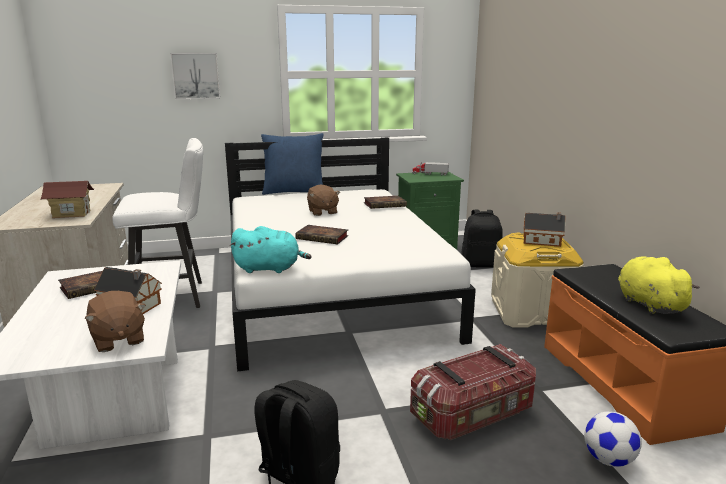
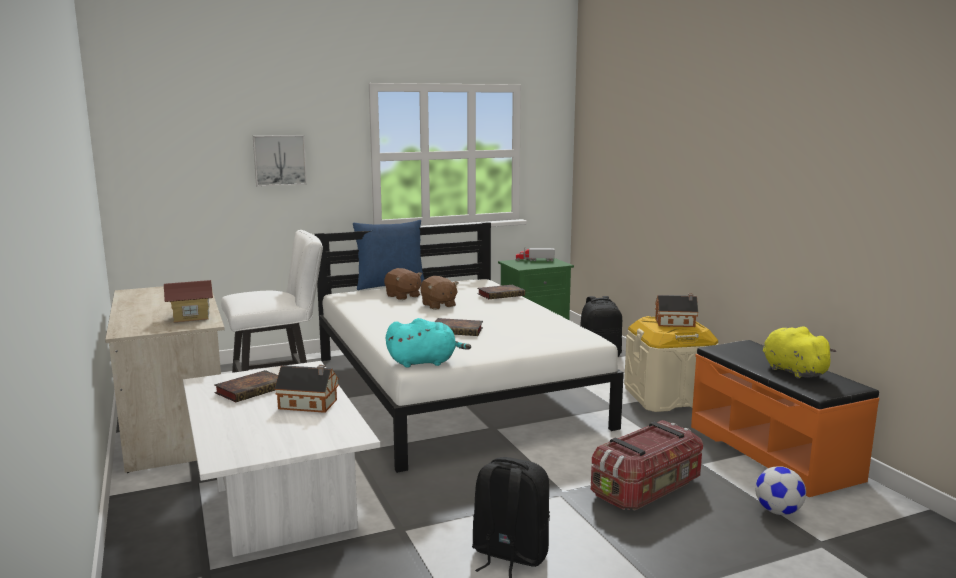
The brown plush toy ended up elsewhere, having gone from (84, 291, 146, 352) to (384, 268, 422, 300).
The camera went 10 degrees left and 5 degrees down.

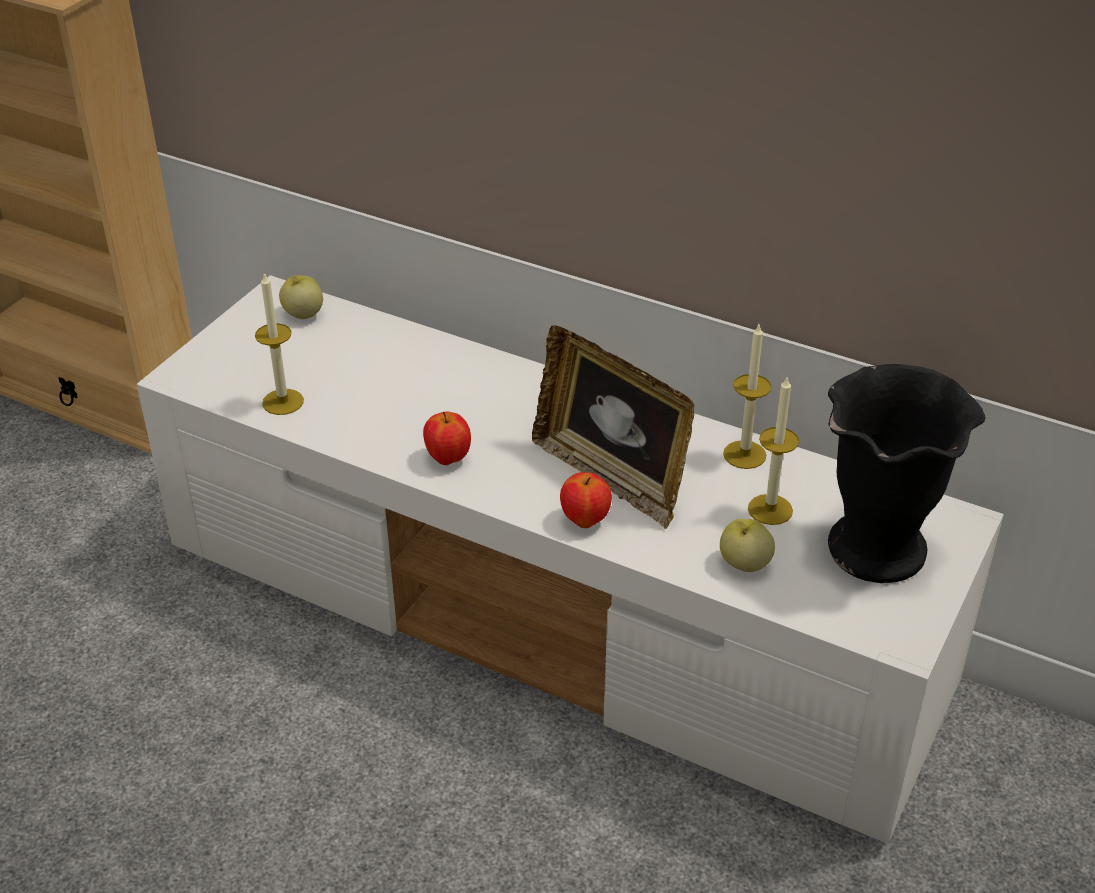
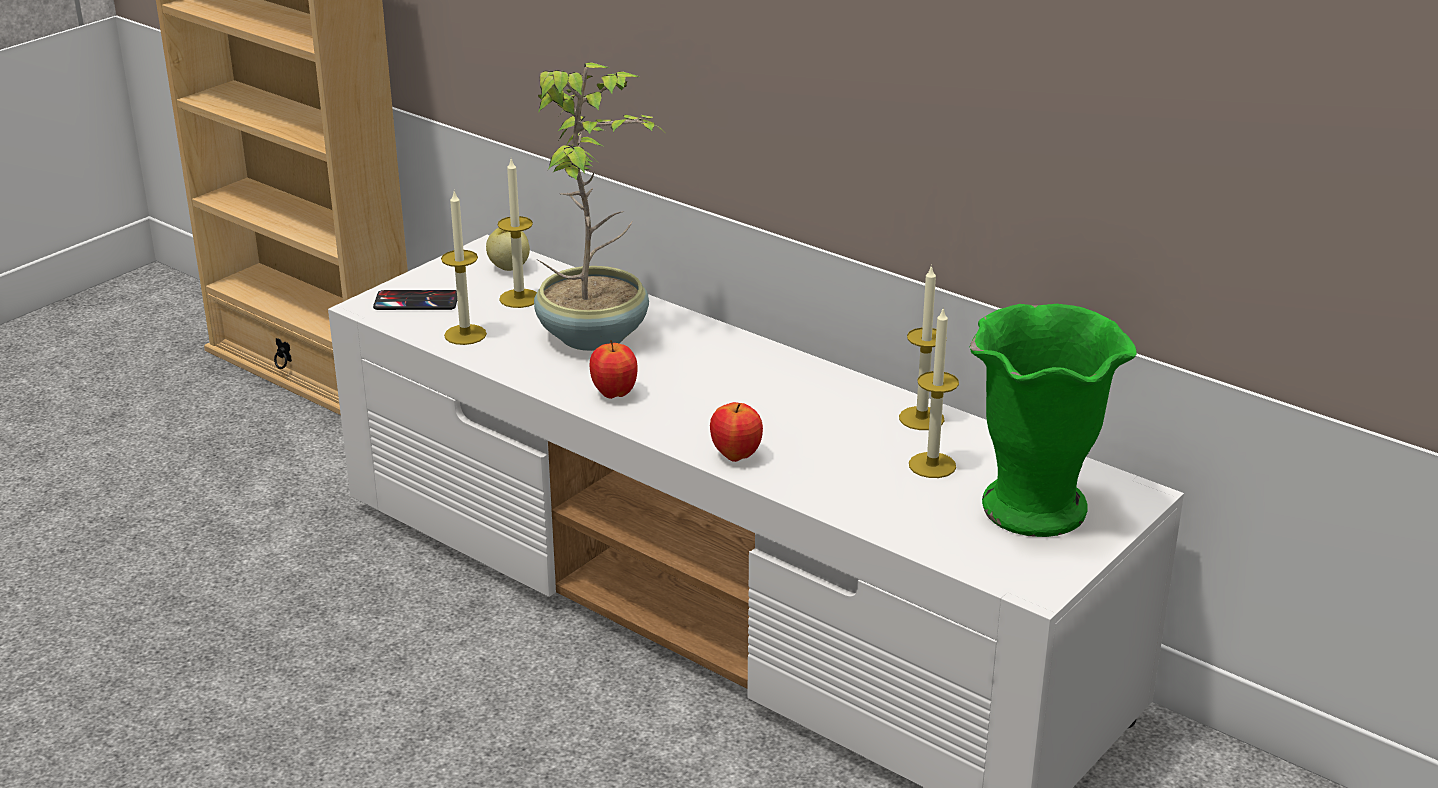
The second view gained the phone at (373, 290, 457, 310).
The second view gained the candle at (497, 159, 537, 308).
The second view gained the potted plant at (534, 62, 663, 351).
What was the black vase at (828, 364, 986, 583) turned into the green vase at (970, 304, 1136, 537).
The second view lost the picture frame at (532, 325, 694, 529).
The second view lost the apple at (720, 519, 775, 572).
The camera went 10 degrees right and 10 degrees down.

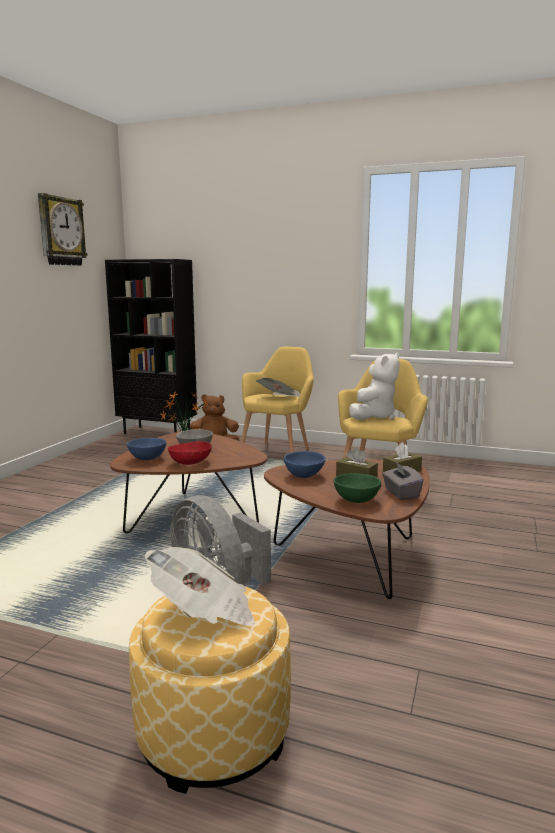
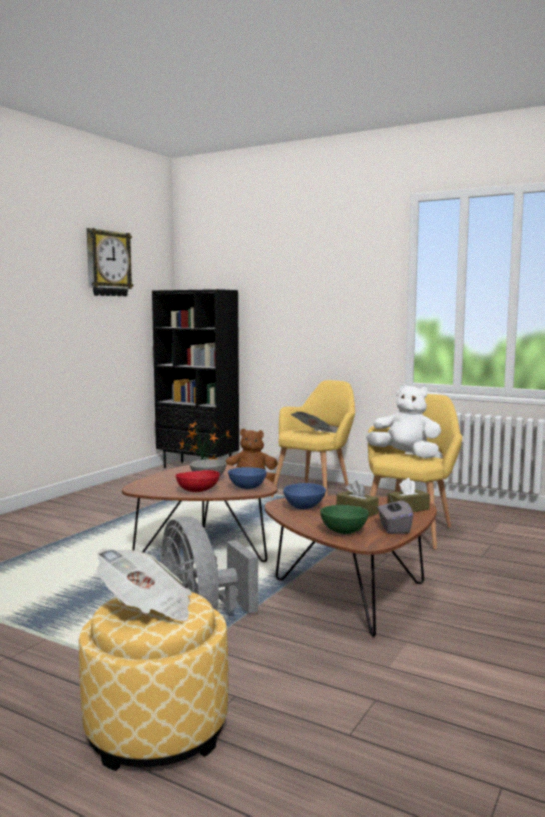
The blue bowl ended up elsewhere, having gone from (127, 438, 166, 460) to (228, 467, 267, 489).
The white plush toy at (349, 353, 400, 420) ended up facing another way, 105 degrees counterclockwise from before.
The camera went 10 degrees right and 5 degrees down.

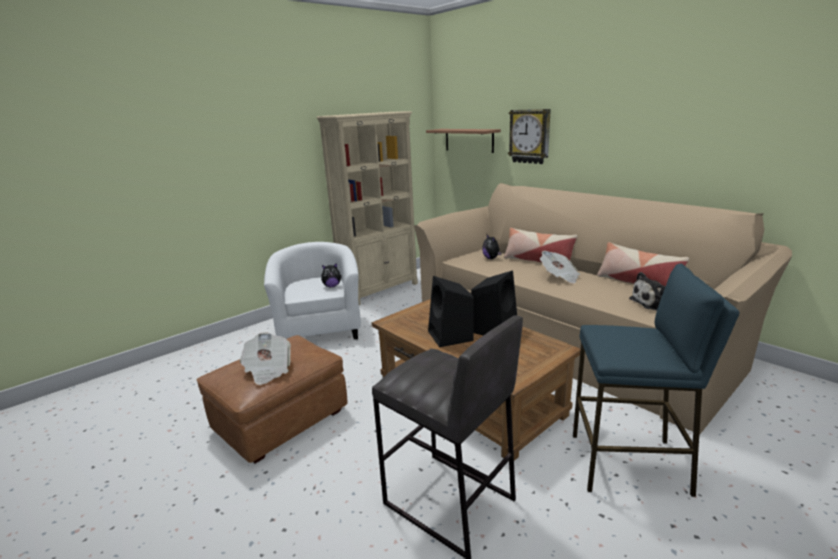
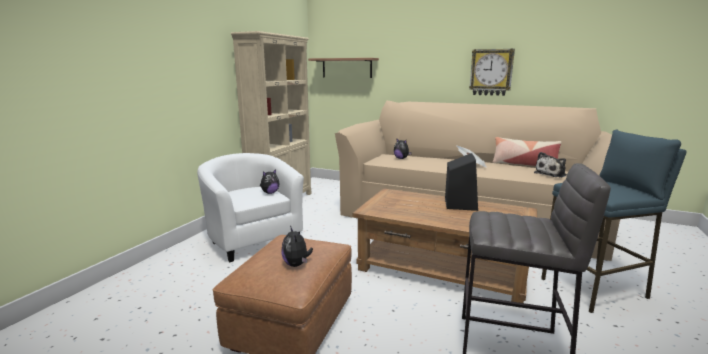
Where the newspaper stood at (240, 332, 291, 385), the plush toy came to stand at (282, 226, 313, 267).
The wall clock ended up elsewhere, having gone from (508, 109, 551, 164) to (469, 49, 515, 96).
The second view lost the black speaker at (428, 276, 474, 347).
The second view lost the pillow at (504, 228, 577, 263).
The camera went 25 degrees left and 5 degrees down.

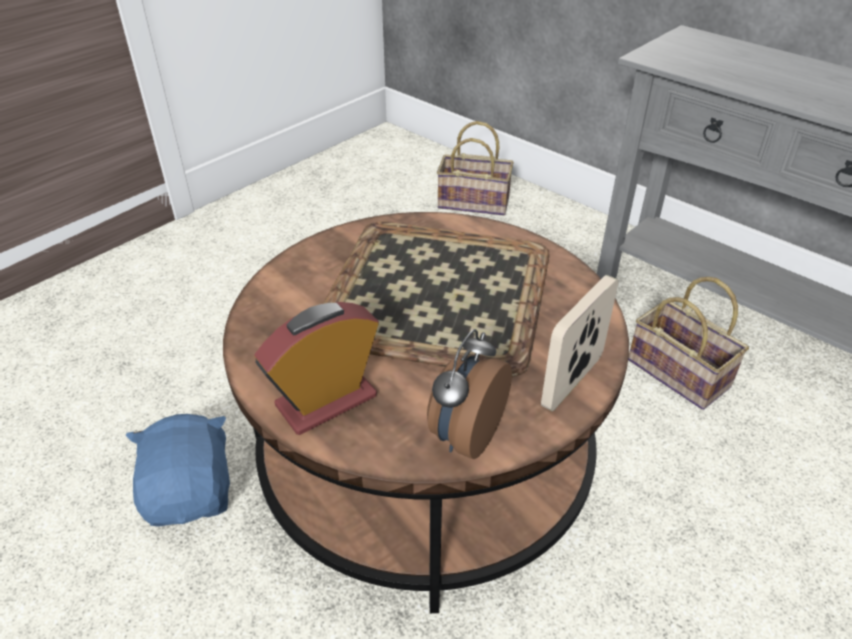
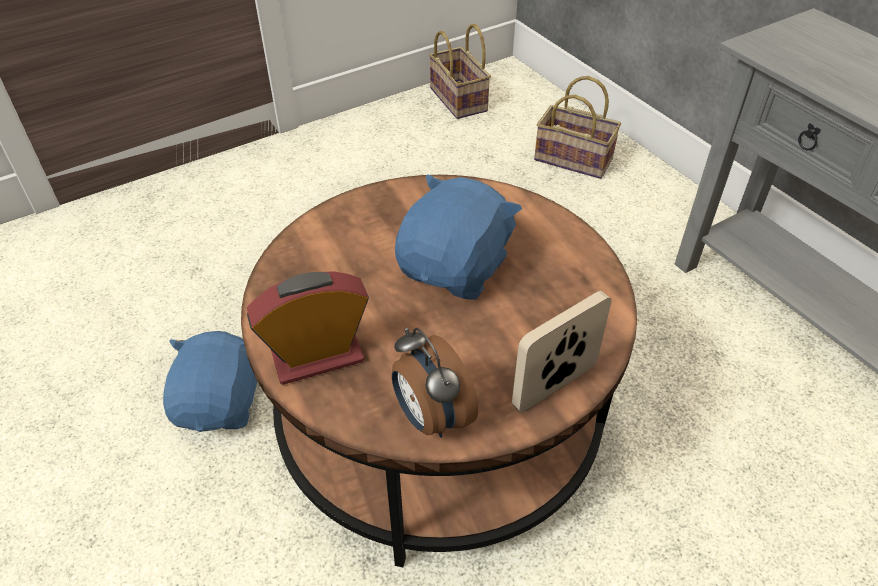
The alarm clock at (427, 329, 512, 459) ended up facing another way, 75 degrees counterclockwise from before.
Where the tray stood at (323, 221, 550, 377), the blue plush toy came to stand at (395, 174, 522, 300).
The basket ended up elsewhere, having gone from (628, 277, 749, 410) to (429, 24, 491, 119).
The camera went 15 degrees right and 5 degrees up.

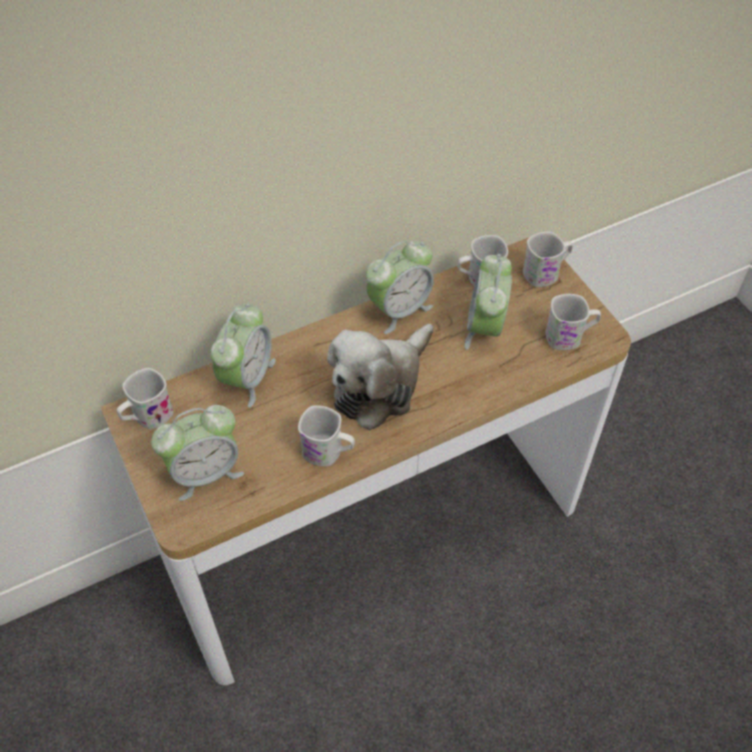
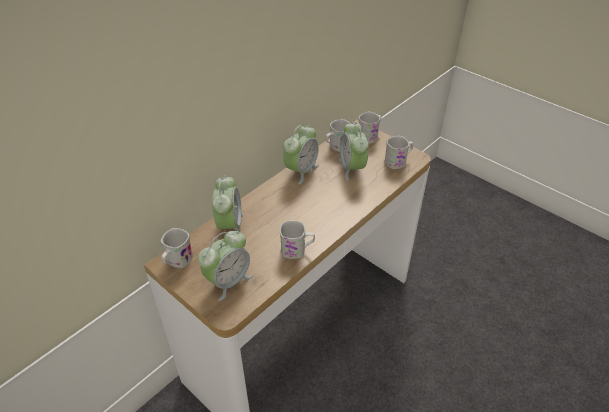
The second view lost the plush toy at (327, 324, 434, 430).
The camera went 20 degrees left and 10 degrees down.

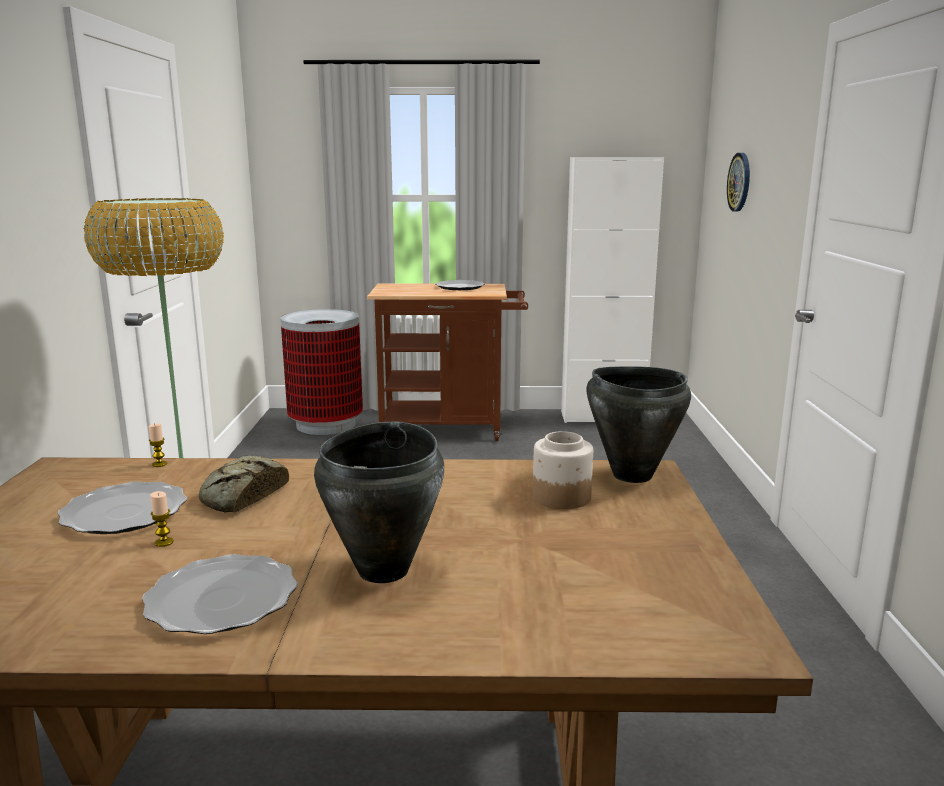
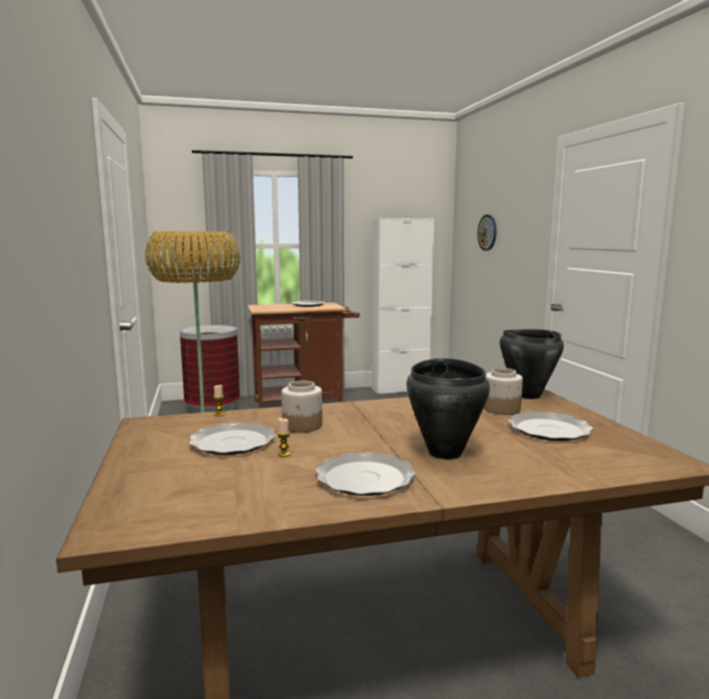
Where the bread stood at (199, 455, 289, 513), the jar came to stand at (281, 381, 322, 433).
The second view gained the plate at (508, 412, 593, 441).
The camera went 15 degrees left and 5 degrees down.

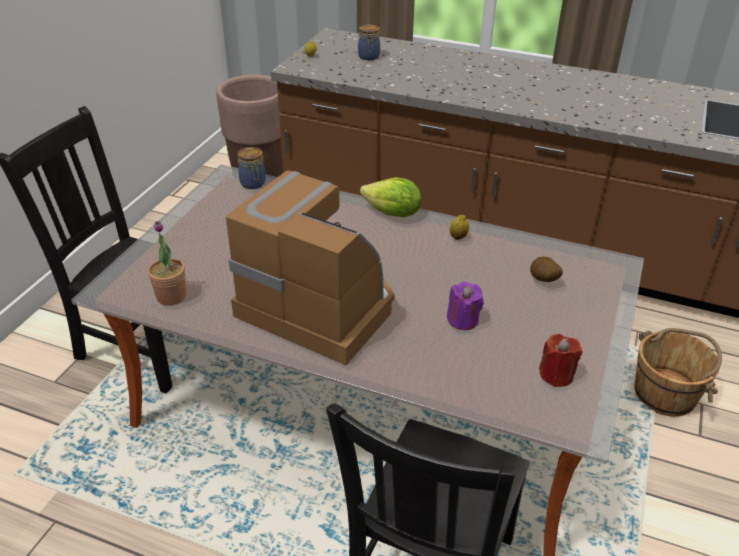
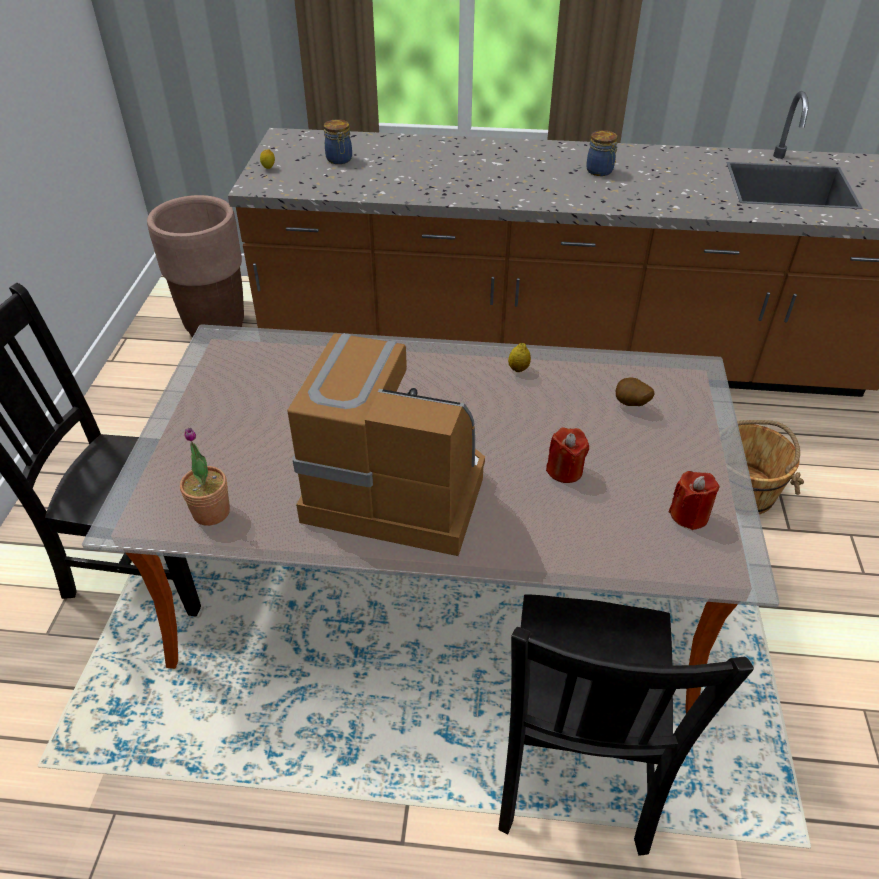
What was the purple candle at (447, 281, 484, 330) turned into the red candle at (546, 427, 589, 483).
The jar ended up elsewhere, having gone from (238, 147, 266, 189) to (586, 130, 618, 176).
The second view lost the lettuce at (360, 177, 421, 217).
The camera went 15 degrees left and 5 degrees up.

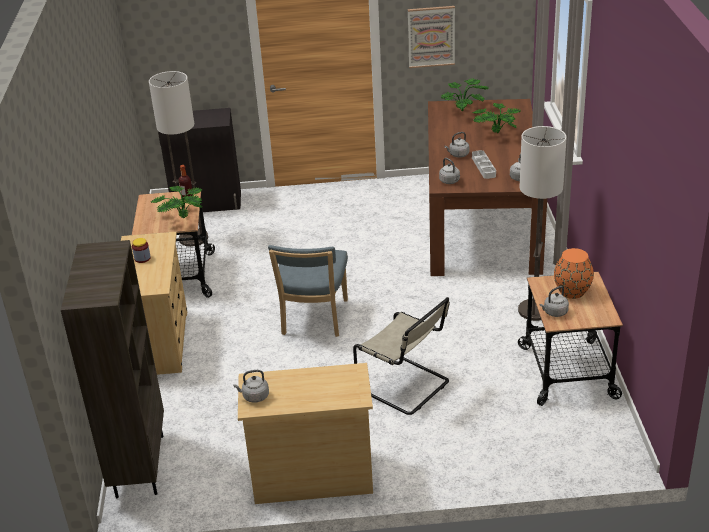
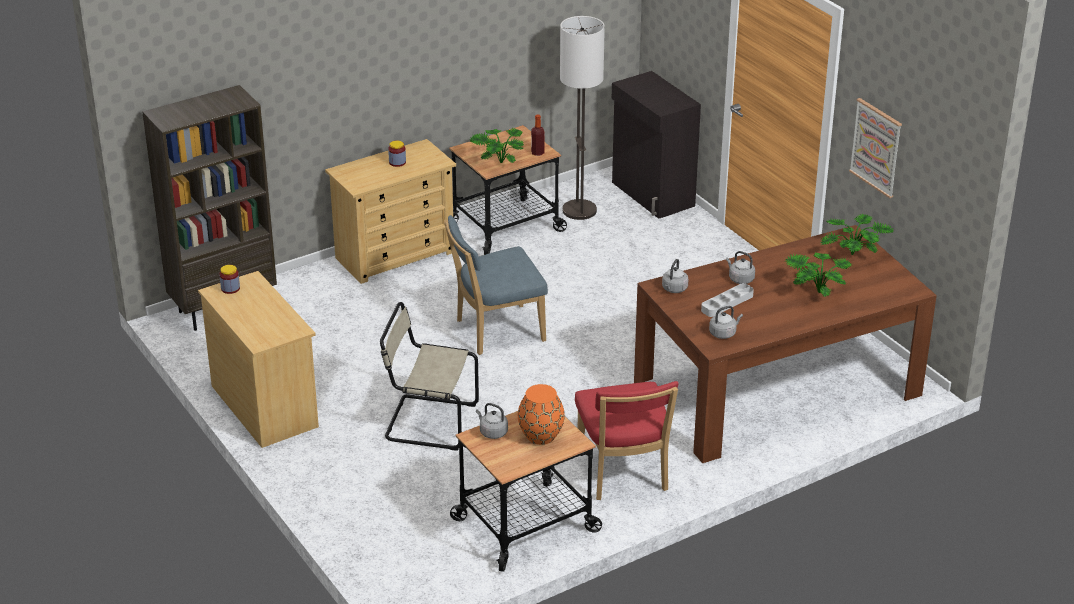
Where the grey kettle stood at (233, 370, 269, 403), the jar came to stand at (219, 265, 240, 294).
The beige chair at (353, 297, 450, 415) ended up facing another way, 90 degrees clockwise from before.
Where the floor lamp stood at (518, 126, 567, 321), the red chair came to stand at (575, 381, 679, 500).
The camera went 60 degrees right and 0 degrees up.

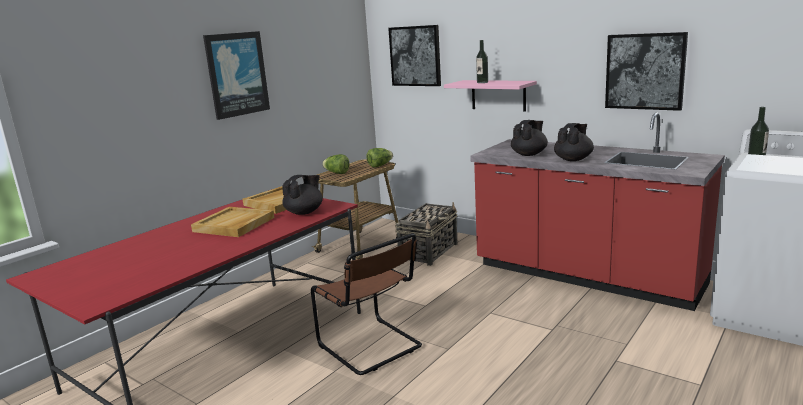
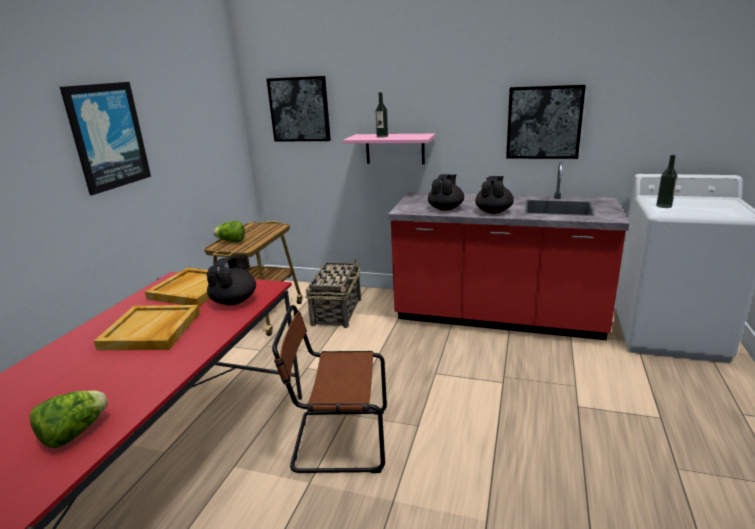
The lettuce ended up elsewhere, having gone from (367, 148, 393, 167) to (29, 390, 108, 448).
The brown chair at (311, 233, 422, 375) ended up facing another way, 150 degrees clockwise from before.
The camera went 20 degrees left and 5 degrees up.

